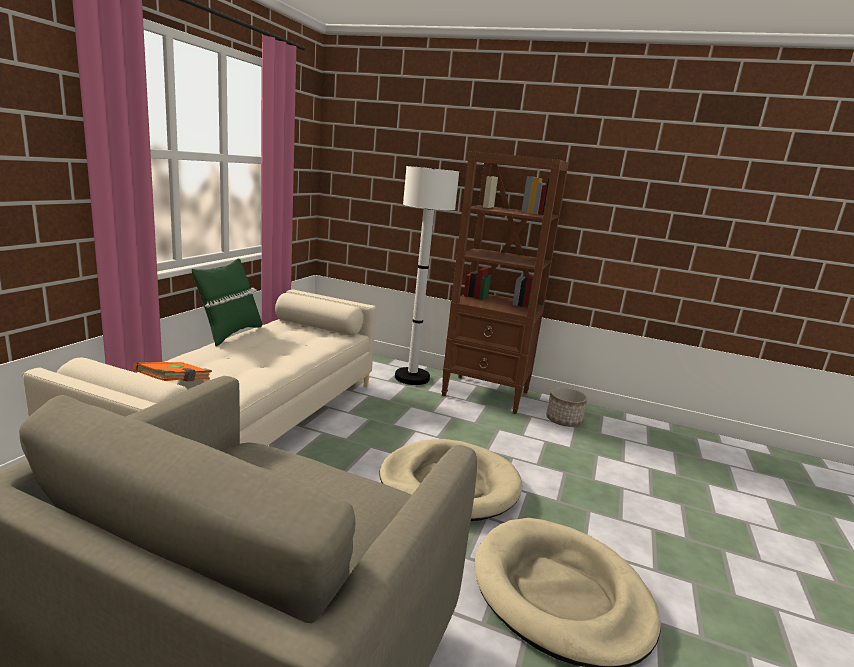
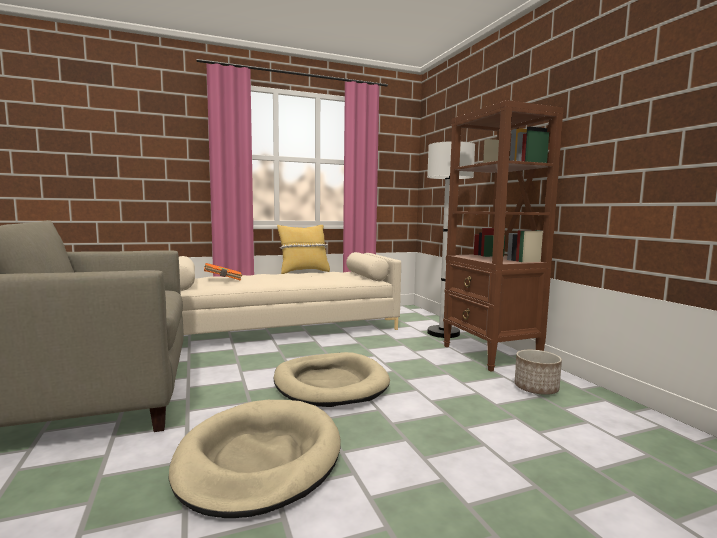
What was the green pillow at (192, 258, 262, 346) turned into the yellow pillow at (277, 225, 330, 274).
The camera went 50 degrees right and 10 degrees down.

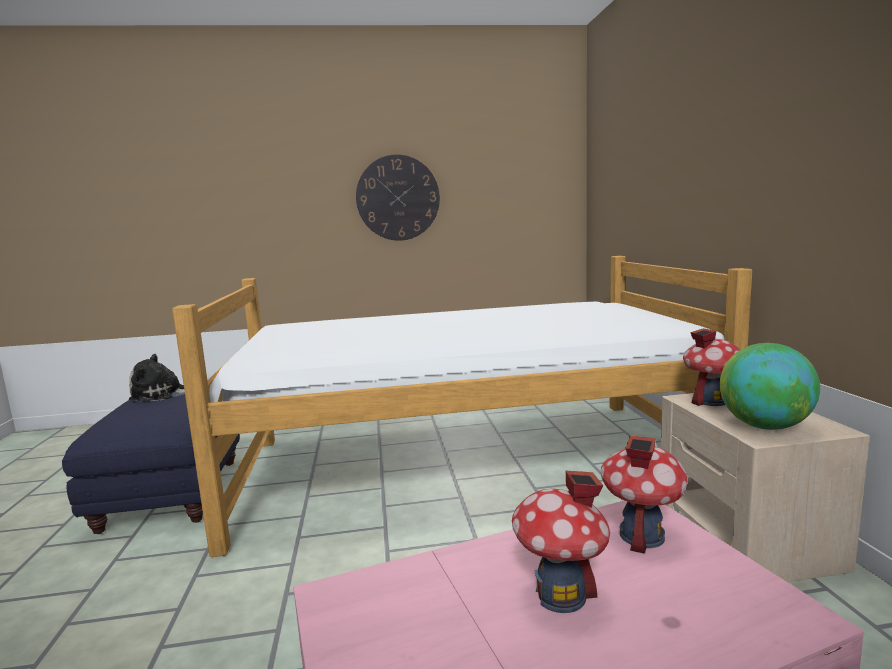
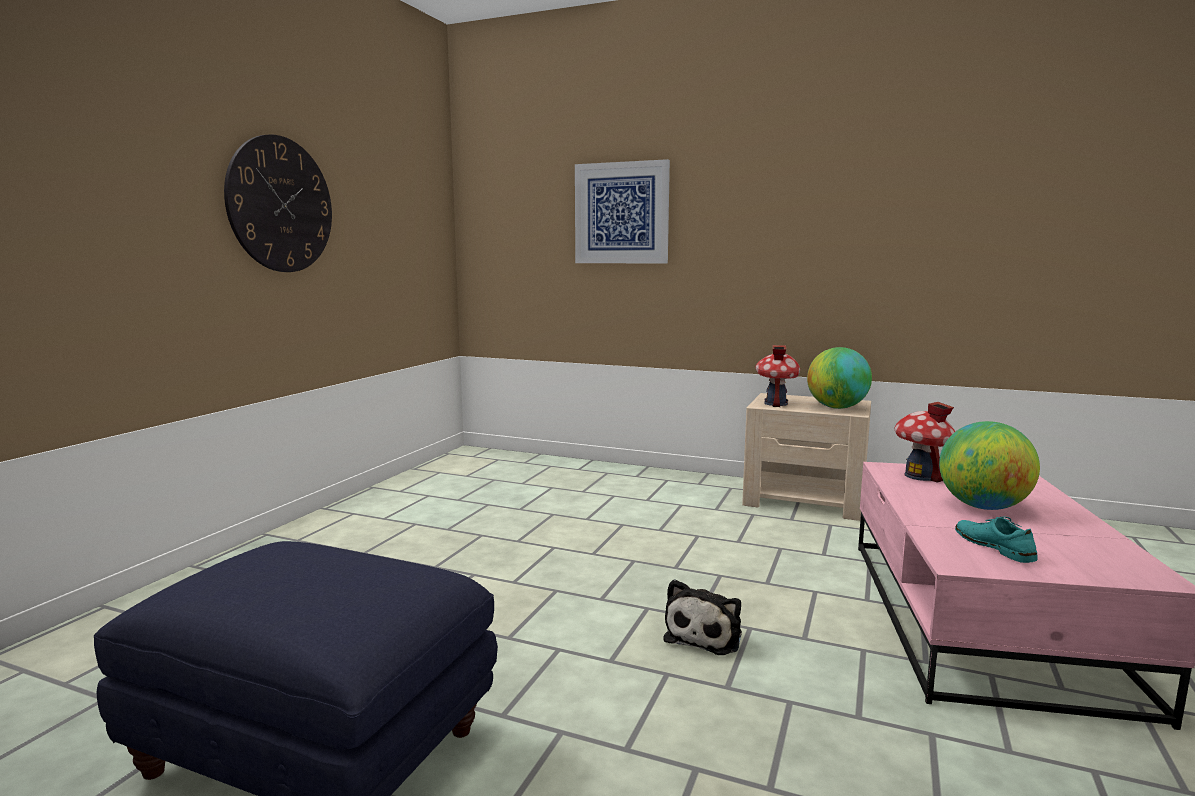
The second view gained the picture at (575, 159, 670, 264).
The plush toy ended up elsewhere, having gone from (129, 354, 185, 402) to (663, 579, 742, 655).
Where the toy house stood at (512, 471, 610, 613), the globe came to stand at (939, 421, 1040, 510).
The second view gained the turquoise shoe at (955, 517, 1037, 563).
The second view lost the bed at (172, 256, 752, 557).
The camera went 60 degrees left and 0 degrees up.

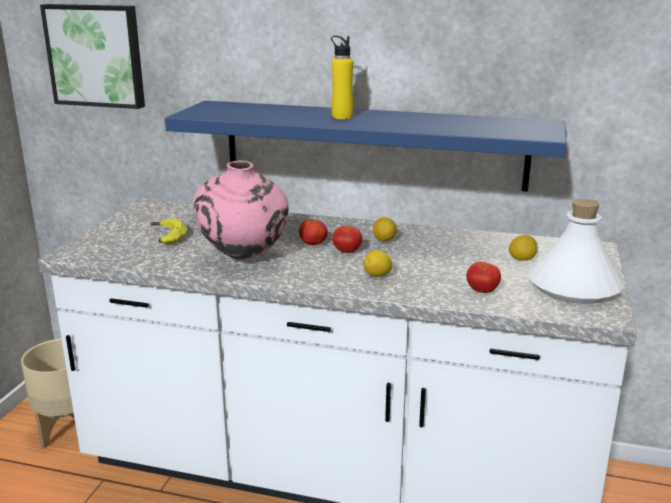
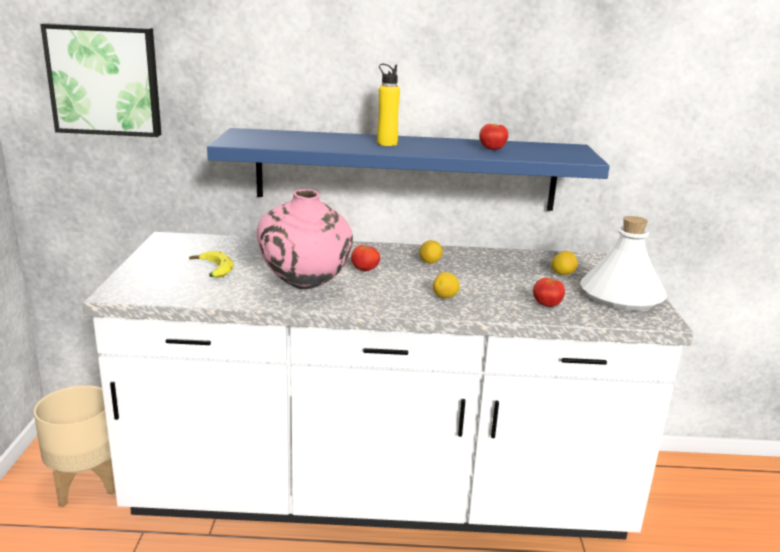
The tomato ended up elsewhere, having gone from (332, 226, 362, 253) to (479, 124, 508, 150).
The camera went 15 degrees left and 0 degrees up.

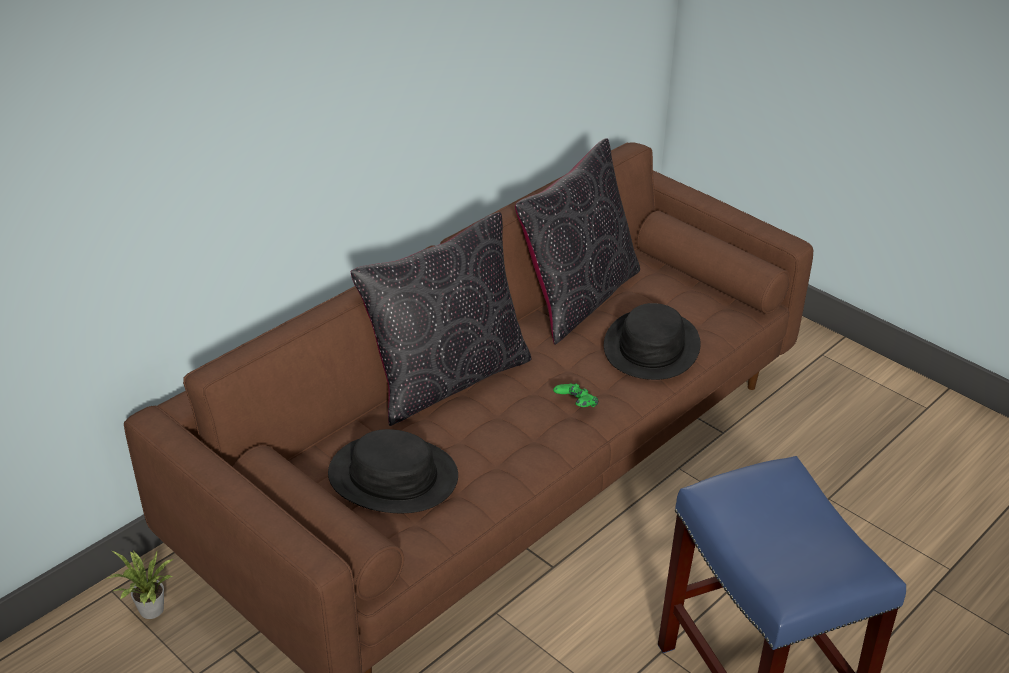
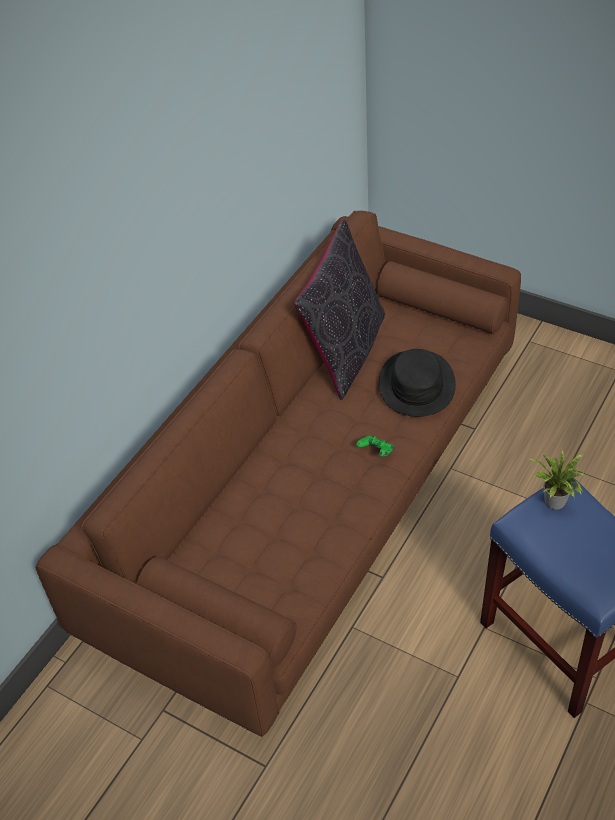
The potted plant ended up elsewhere, having gone from (107, 551, 175, 619) to (529, 450, 586, 510).
The second view lost the black hat at (328, 429, 458, 513).
The second view lost the black pillow at (351, 212, 532, 426).
The camera went 10 degrees left and 10 degrees up.

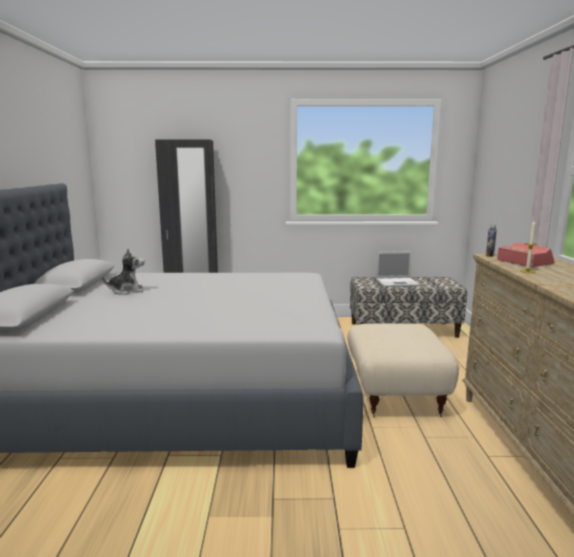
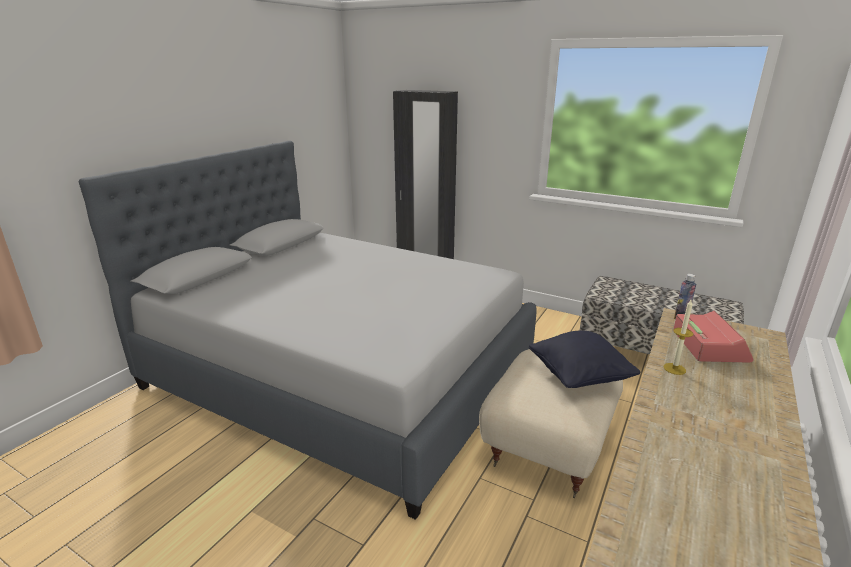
The second view gained the black pillow at (529, 330, 640, 388).
The second view lost the plush toy at (102, 249, 145, 295).
The second view lost the laptop at (376, 251, 420, 287).
The camera went 30 degrees right and 10 degrees up.

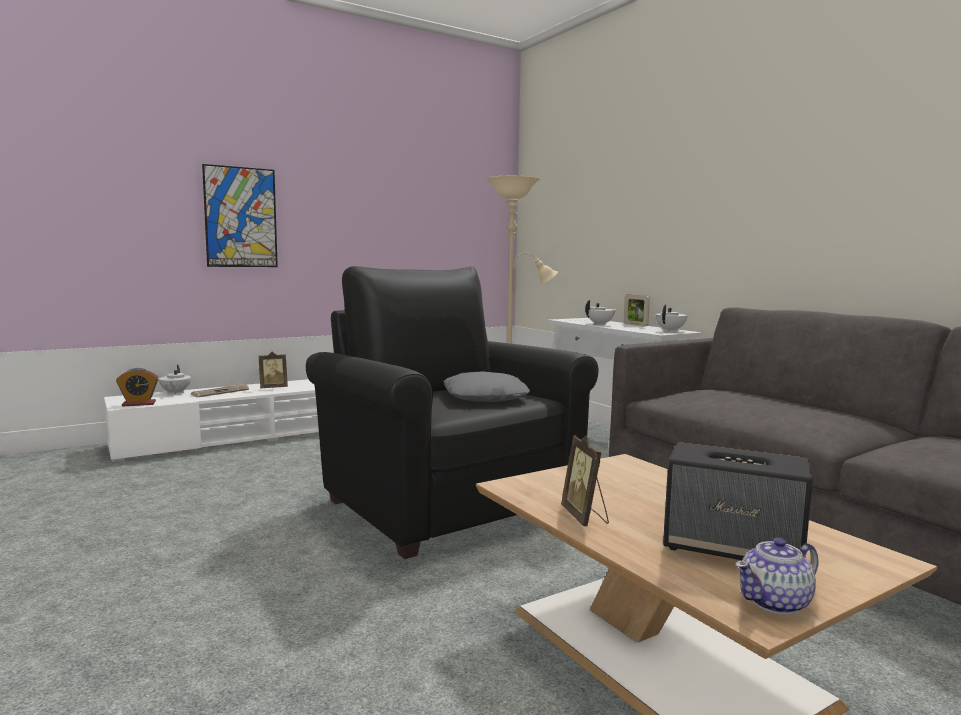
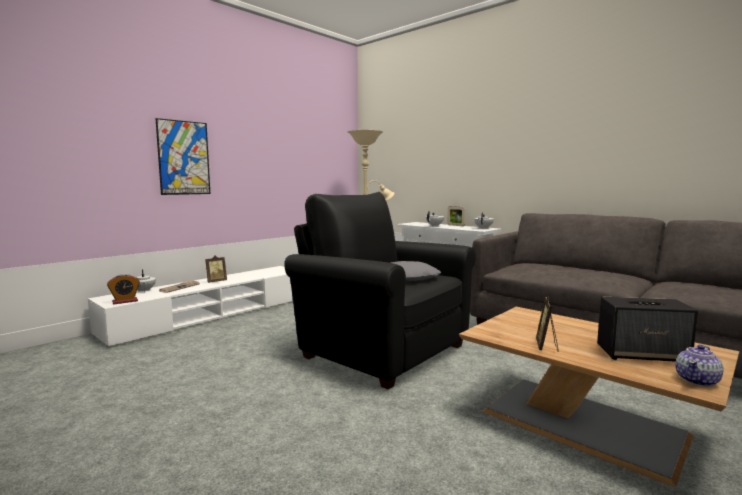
The picture frame at (561, 435, 609, 526) ended up facing another way, 45 degrees clockwise from before.
The camera went 15 degrees left and 0 degrees up.

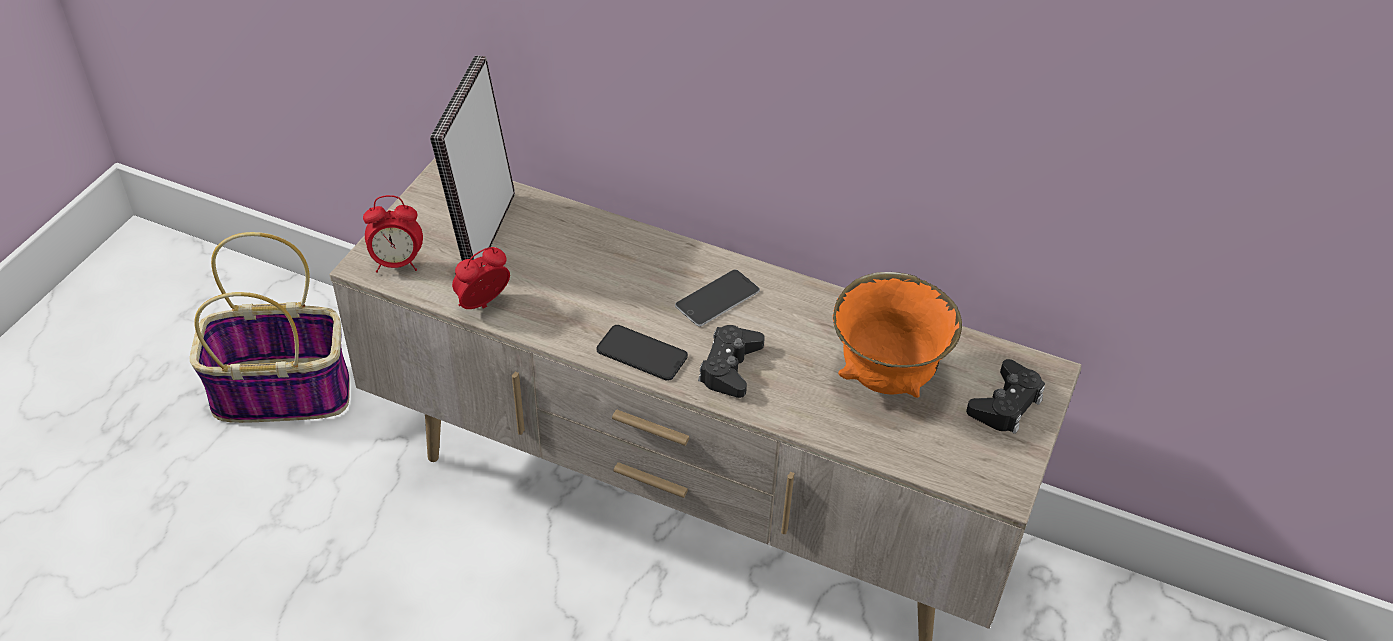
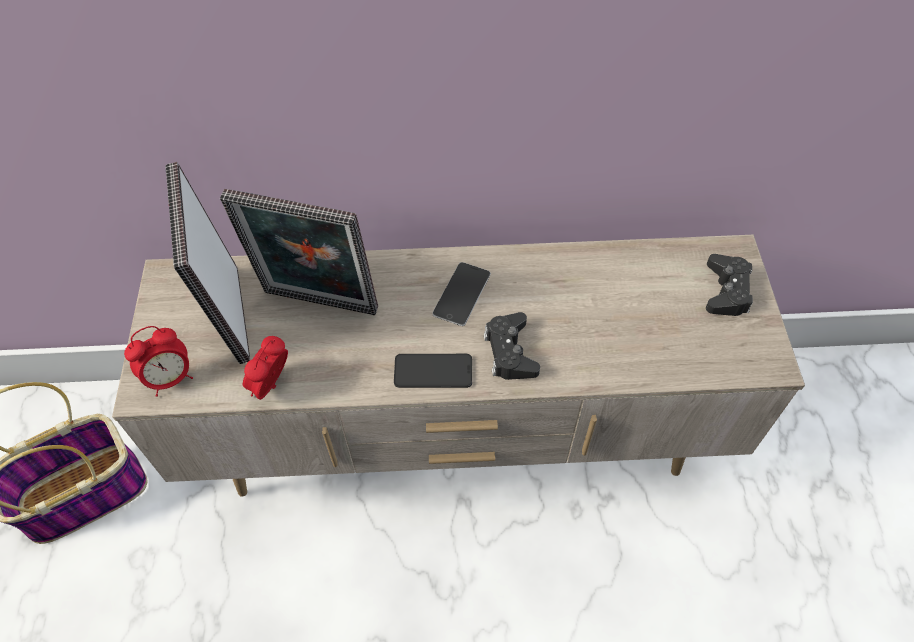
The second view gained the picture frame at (220, 189, 378, 315).
The second view lost the orange bowl at (833, 272, 962, 398).
The camera went 25 degrees left and 10 degrees up.

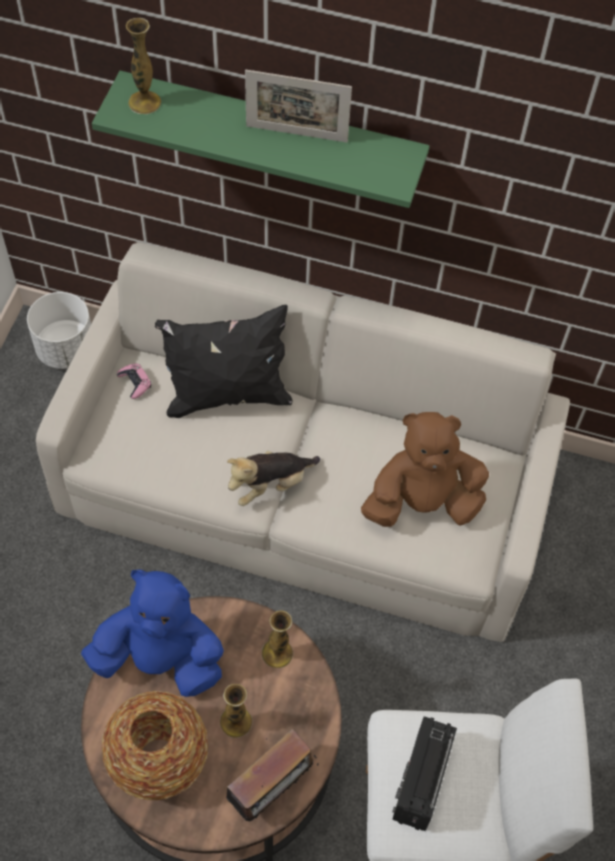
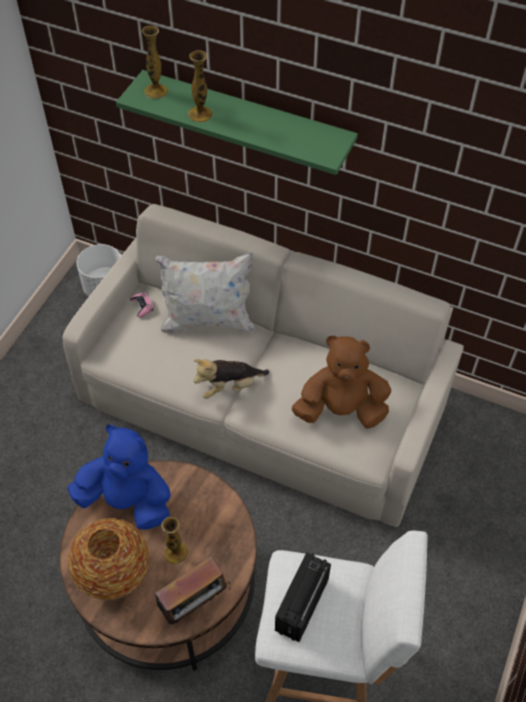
What was the black pillow at (155, 305, 292, 418) turned into the white pillow at (155, 253, 255, 334).
The vase ended up elsewhere, having gone from (262, 611, 293, 668) to (188, 50, 213, 122).
The second view lost the picture frame at (245, 70, 352, 142).
The camera went 10 degrees right and 5 degrees down.

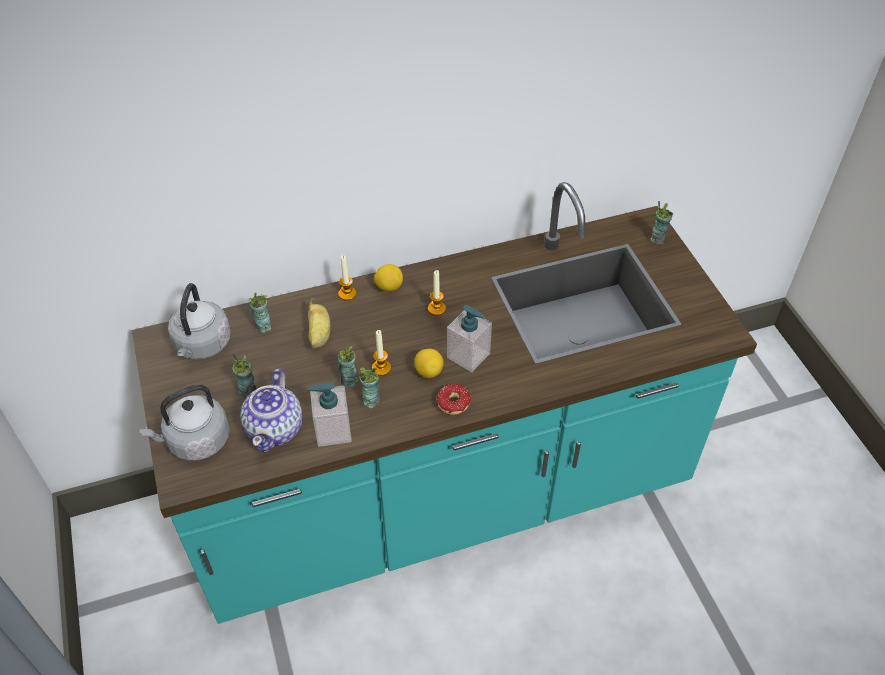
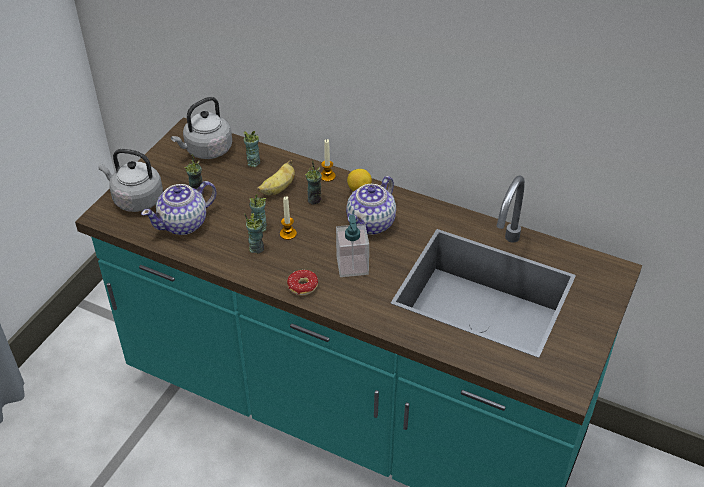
The cup ended up elsewhere, having gone from (650, 201, 673, 245) to (305, 161, 322, 205).
Where the candle stood at (428, 270, 446, 315), the teapot came to stand at (346, 176, 396, 235).
The second view lost the soap dispenser at (308, 382, 352, 447).
The second view lost the lemon at (414, 349, 444, 378).
The camera went 45 degrees right and 5 degrees down.

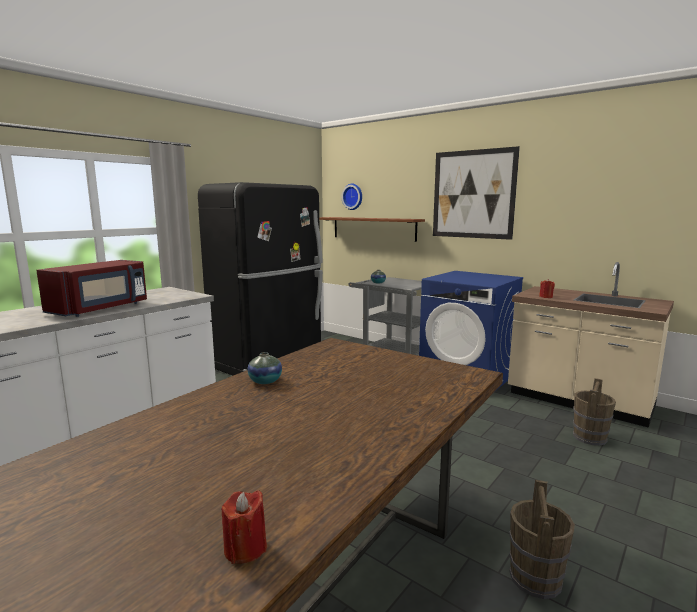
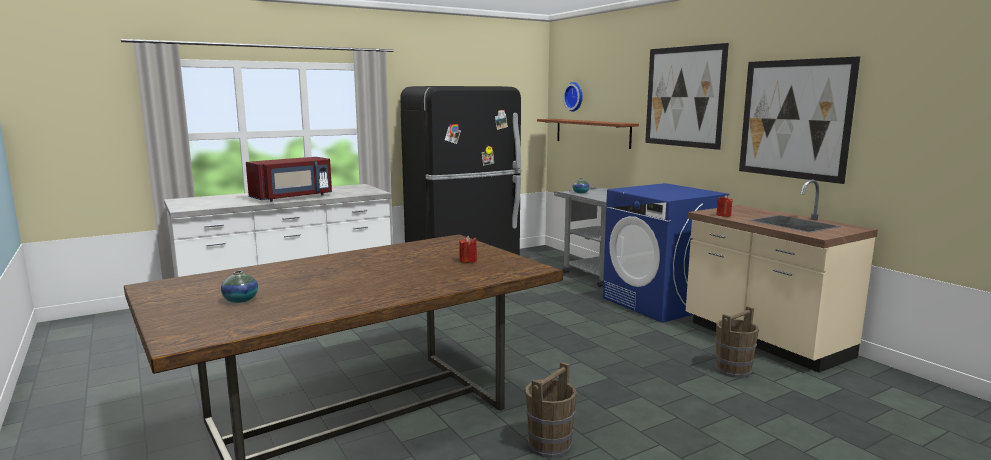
The vase ended up elsewhere, having gone from (247, 352, 282, 384) to (221, 271, 258, 303).
The red candle ended up elsewhere, having gone from (221, 490, 267, 564) to (459, 235, 477, 263).
The second view gained the picture at (739, 56, 860, 184).
The camera went 20 degrees right and 0 degrees up.

